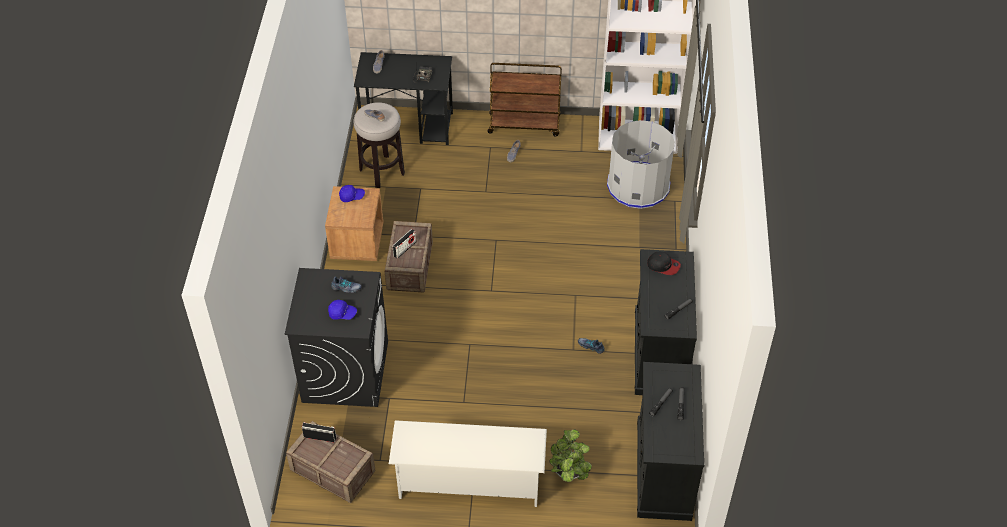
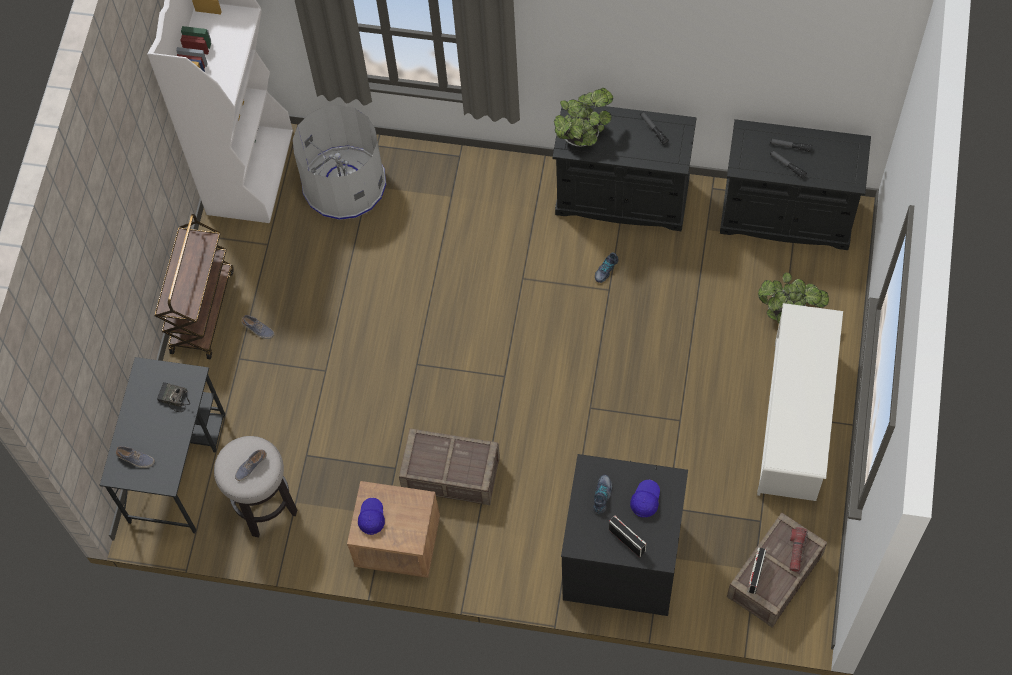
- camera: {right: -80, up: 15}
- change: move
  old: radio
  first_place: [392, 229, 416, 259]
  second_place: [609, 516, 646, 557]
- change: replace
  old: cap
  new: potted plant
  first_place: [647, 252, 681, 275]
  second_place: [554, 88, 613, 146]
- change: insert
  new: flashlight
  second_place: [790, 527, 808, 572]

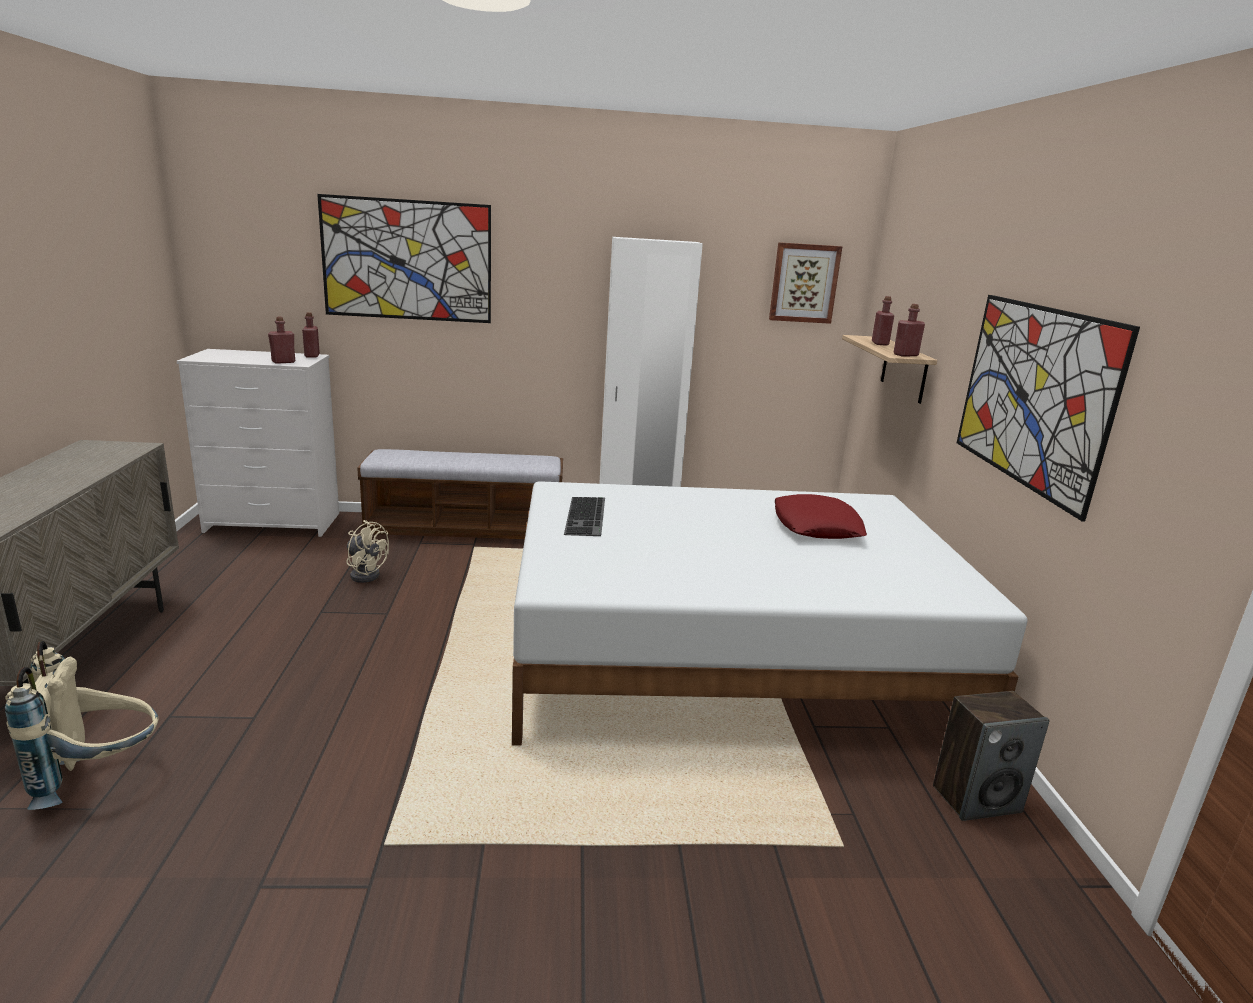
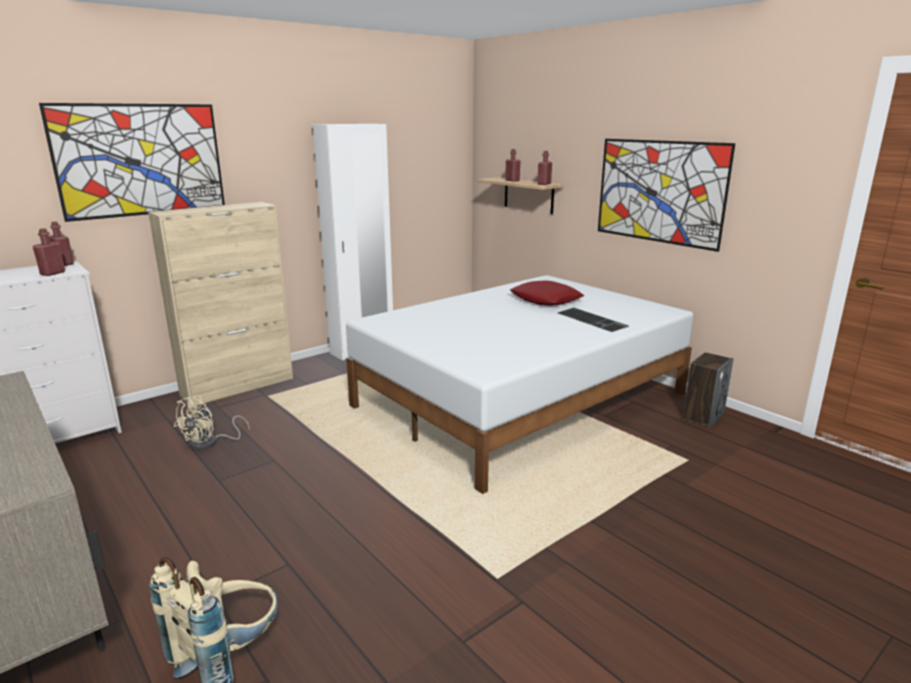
- camera: {right: -35, up: 0}
- change: rotate
  old: beige fan
  first_place: [346, 520, 389, 583]
  second_place: [174, 395, 250, 450]
  degrees: 120
- change: replace
  old: bench
  new: beige cabinet
  first_place: [357, 449, 563, 539]
  second_place: [148, 202, 293, 405]
- change: move
  old: keyboard
  first_place: [564, 497, 605, 536]
  second_place: [558, 308, 629, 332]
- change: delete
  old: picture
  first_place: [769, 242, 842, 324]

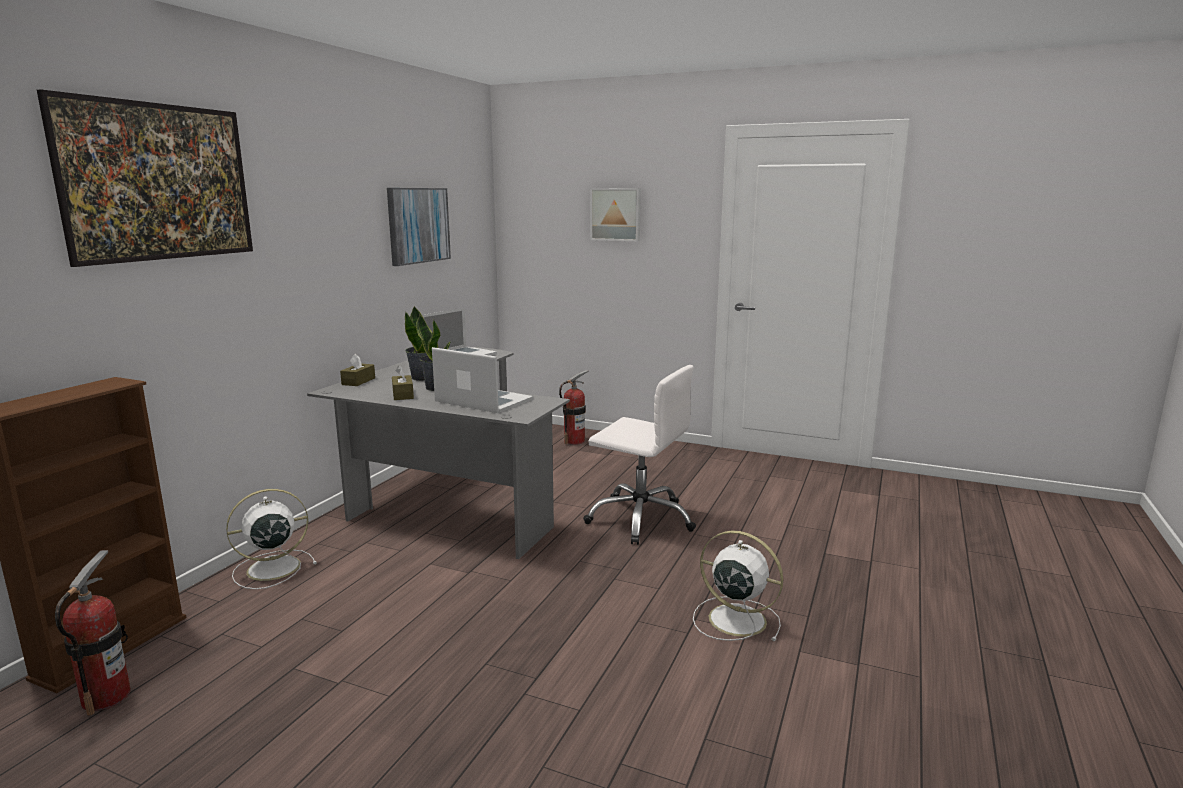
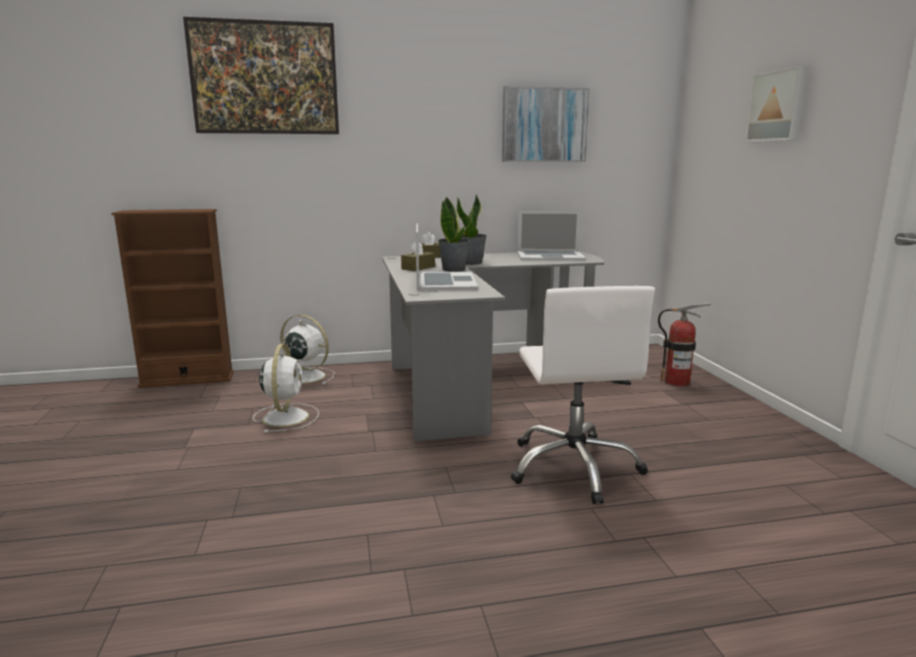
- camera: {right: 55, up: 0}
- change: delete
  old: fire extinguisher
  first_place: [55, 550, 131, 716]
- change: move
  old: white fan
  first_place: [693, 530, 783, 641]
  second_place: [253, 344, 319, 433]

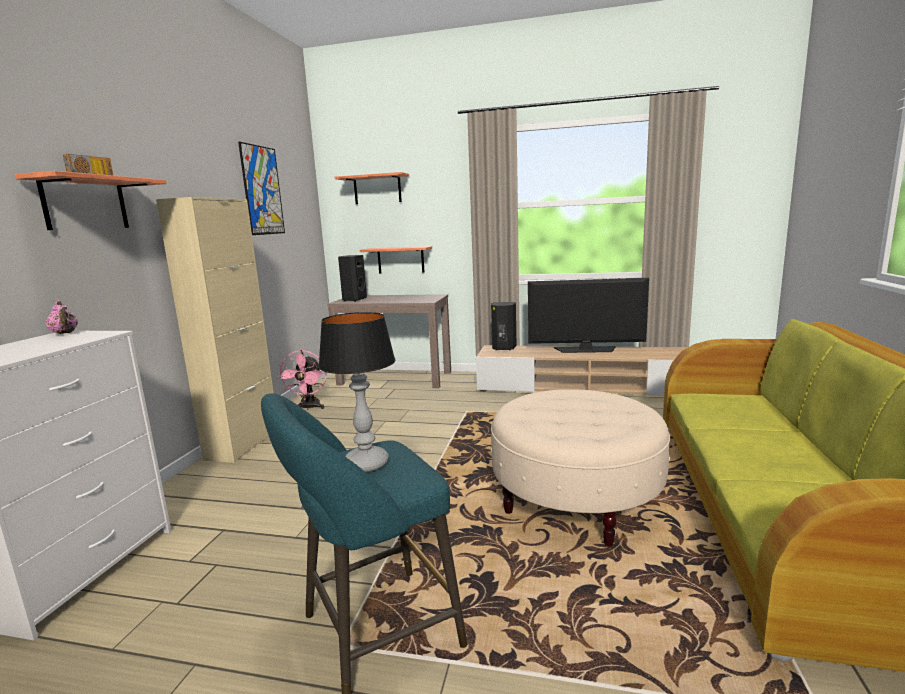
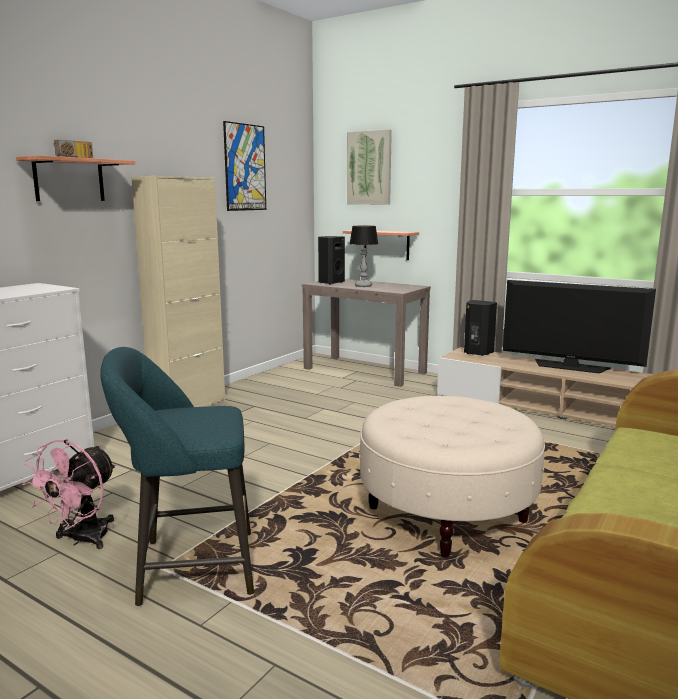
- camera: {right: 20, up: 0}
- change: delete
  old: pink teapot
  first_place: [45, 301, 78, 334]
- change: move
  old: pink fan
  first_place: [278, 350, 327, 410]
  second_place: [22, 440, 116, 549]
- change: move
  old: table lamp
  first_place: [318, 312, 395, 472]
  second_place: [349, 226, 378, 287]
- change: replace
  old: shelf
  new: picture
  first_place: [335, 172, 409, 204]
  second_place: [347, 129, 392, 205]

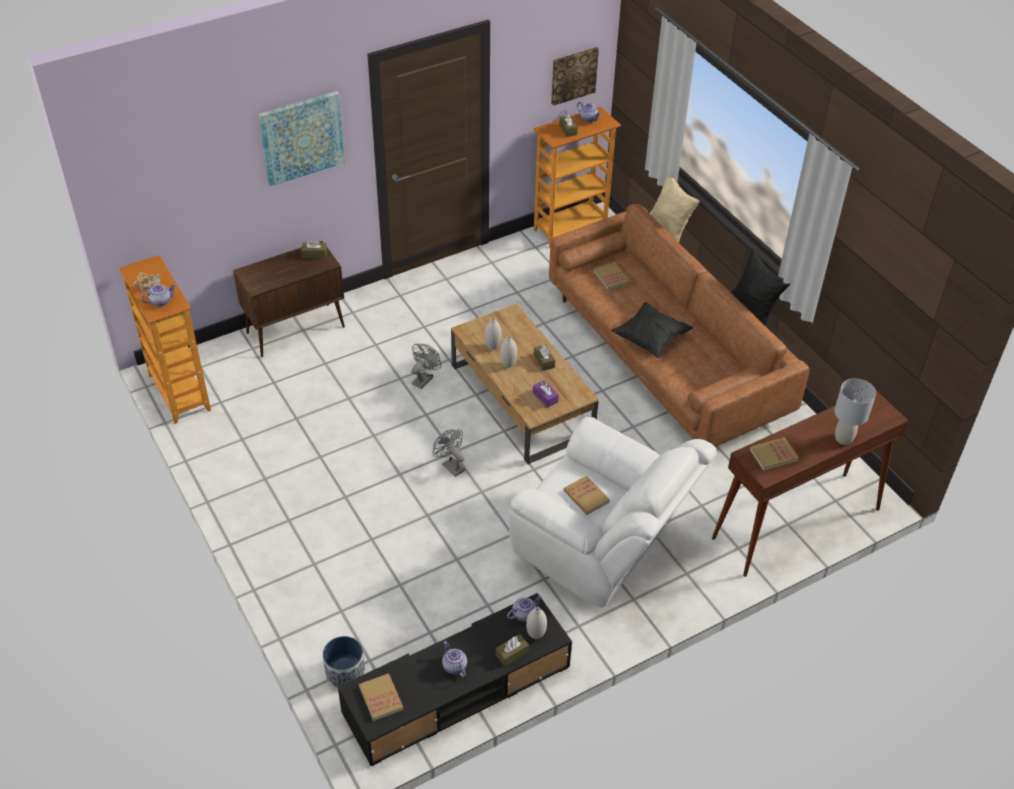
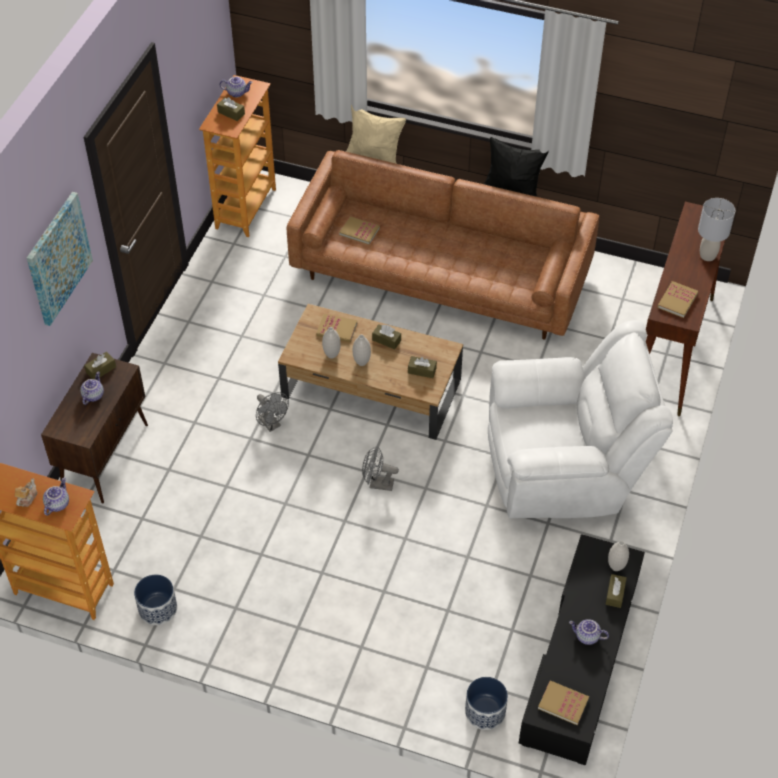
- camera: {right: -40, up: 5}
- change: rotate
  old: grey fan
  first_place: [411, 344, 441, 389]
  second_place: [256, 392, 289, 432]
  degrees: 150
- change: move
  old: teapot
  first_place: [507, 596, 542, 622]
  second_place: [80, 371, 104, 405]
- change: recolor
  old: purple tissue box
  new: brown tissue box
  first_place: [533, 380, 559, 408]
  second_place: [408, 356, 437, 378]
- change: delete
  old: picture
  first_place: [551, 47, 599, 106]
- change: move
  old: book
  first_place: [564, 476, 610, 515]
  second_place: [316, 314, 357, 343]
- change: delete
  old: black pillow
  first_place: [611, 302, 694, 358]
- change: insert
  new: planter
  second_place: [134, 574, 177, 625]

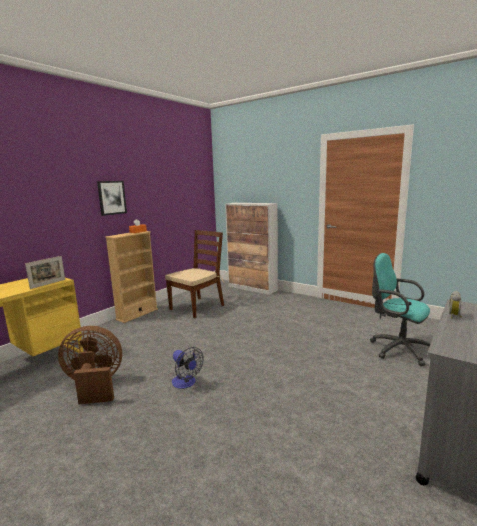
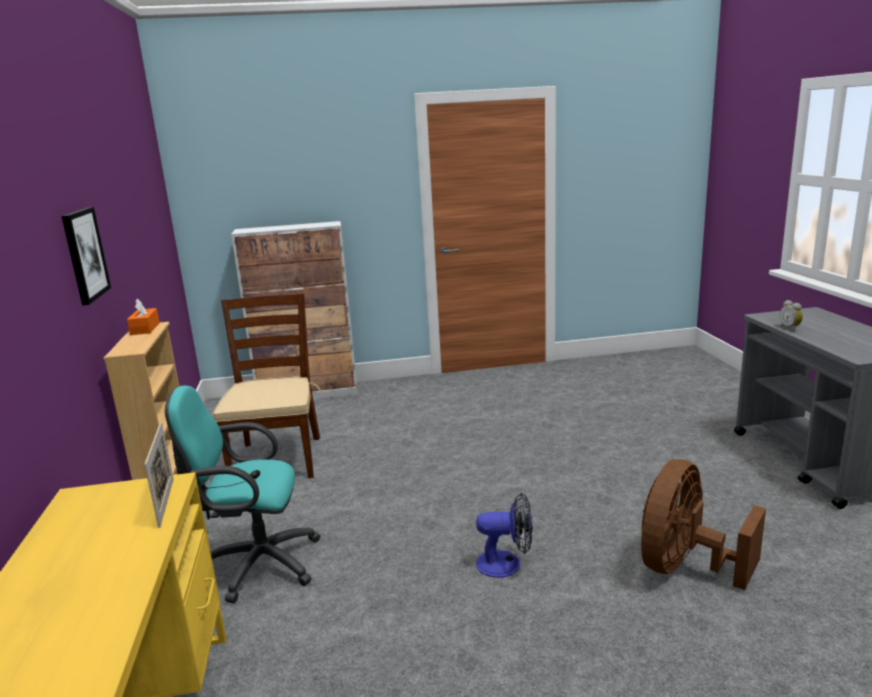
- camera: {right: -45, up: 5}
- change: move
  old: brown fan
  first_place: [58, 326, 122, 404]
  second_place: [641, 459, 766, 590]
- change: move
  old: turquoise office chair
  first_place: [370, 253, 431, 366]
  second_place: [165, 386, 321, 603]

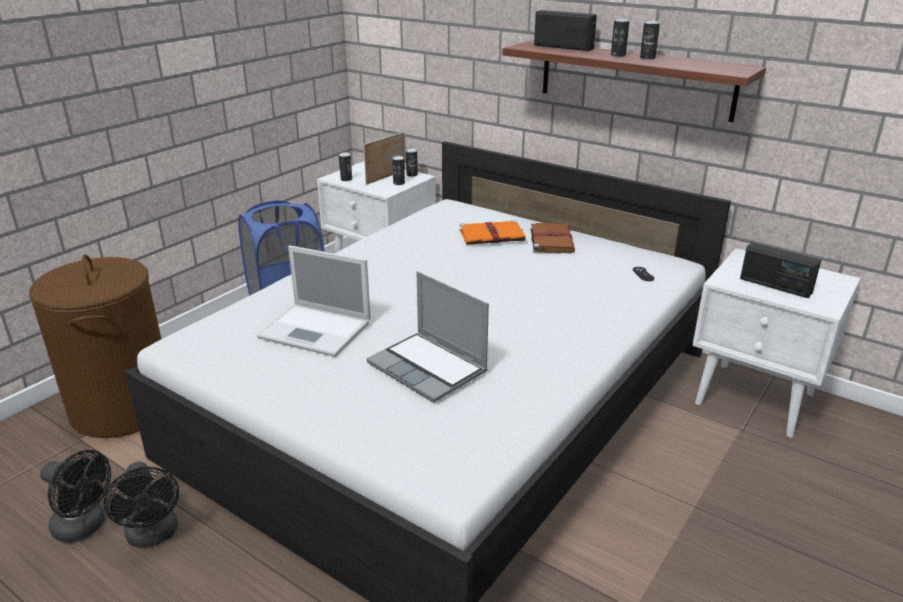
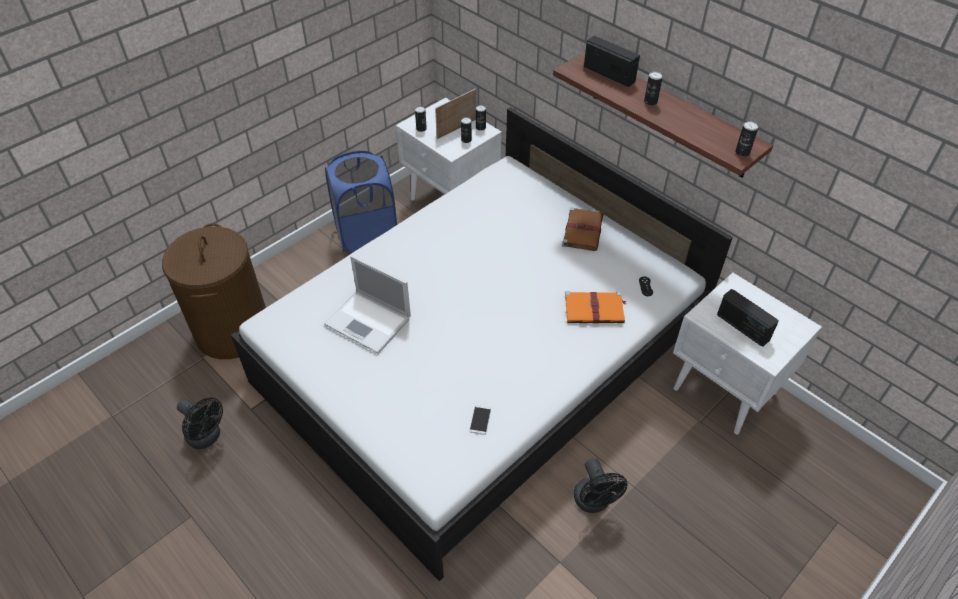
- camera: {right: 10, up: 20}
- change: move
  old: black fan
  first_place: [103, 462, 179, 548]
  second_place: [574, 458, 628, 513]
- change: delete
  old: laptop
  first_place: [367, 272, 489, 403]
- change: move
  old: orange book
  first_place: [460, 220, 526, 245]
  second_place: [565, 291, 626, 323]
- change: move
  old: can
  first_place: [640, 21, 660, 60]
  second_place: [735, 121, 759, 157]
- change: insert
  new: phone
  second_place: [470, 405, 491, 435]

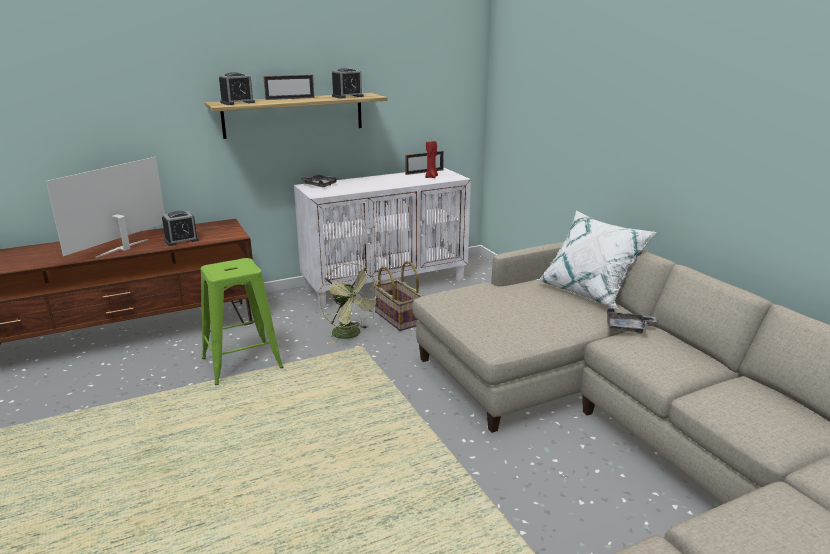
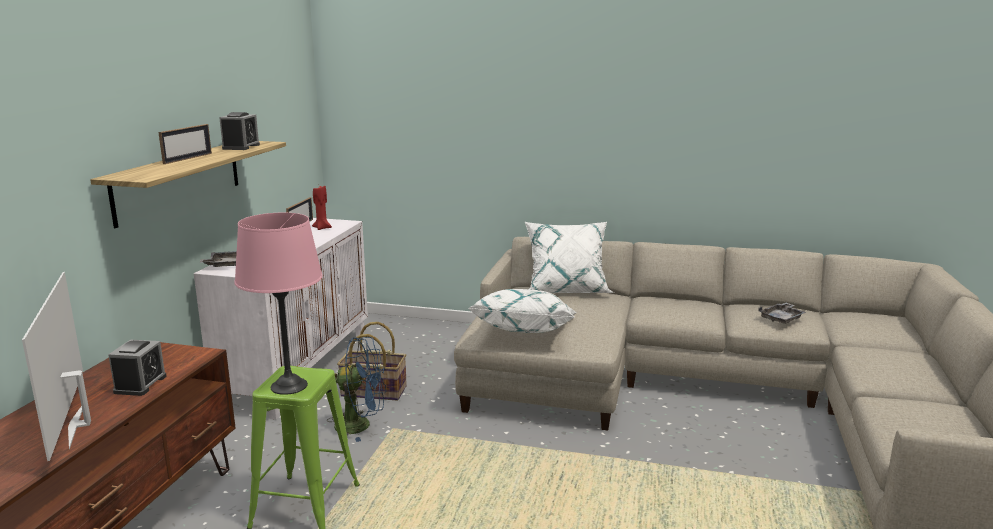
- camera: {right: -50, up: -5}
- change: delete
  old: alarm clock
  first_place: [219, 72, 255, 105]
- change: recolor
  old: green fan
  new: blue fan
  first_place: [320, 263, 382, 344]
  second_place: [327, 337, 386, 442]
- change: move
  old: grey tray
  first_place: [607, 308, 657, 334]
  second_place: [758, 302, 806, 324]
- change: insert
  new: pink table lamp
  second_place: [235, 213, 323, 395]
- change: insert
  new: white pillow
  second_place: [469, 289, 577, 333]

